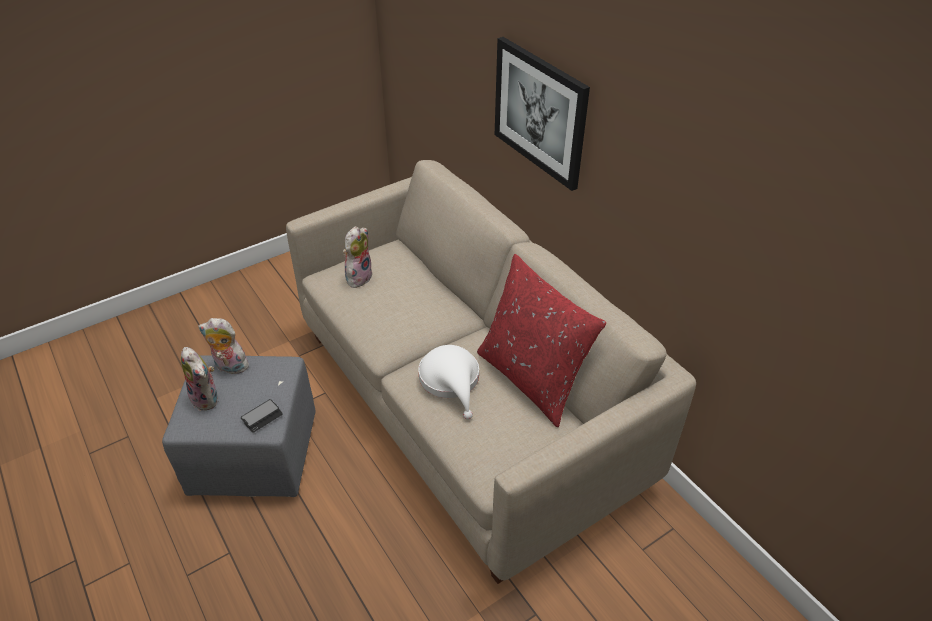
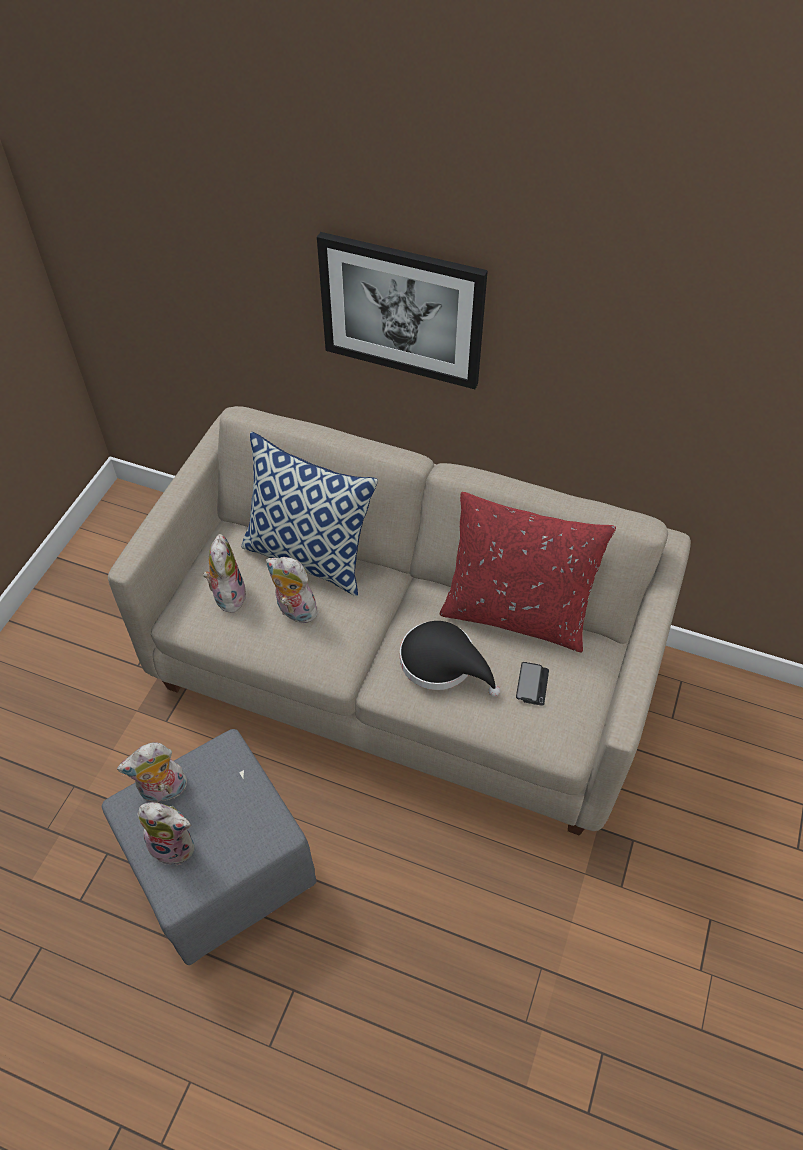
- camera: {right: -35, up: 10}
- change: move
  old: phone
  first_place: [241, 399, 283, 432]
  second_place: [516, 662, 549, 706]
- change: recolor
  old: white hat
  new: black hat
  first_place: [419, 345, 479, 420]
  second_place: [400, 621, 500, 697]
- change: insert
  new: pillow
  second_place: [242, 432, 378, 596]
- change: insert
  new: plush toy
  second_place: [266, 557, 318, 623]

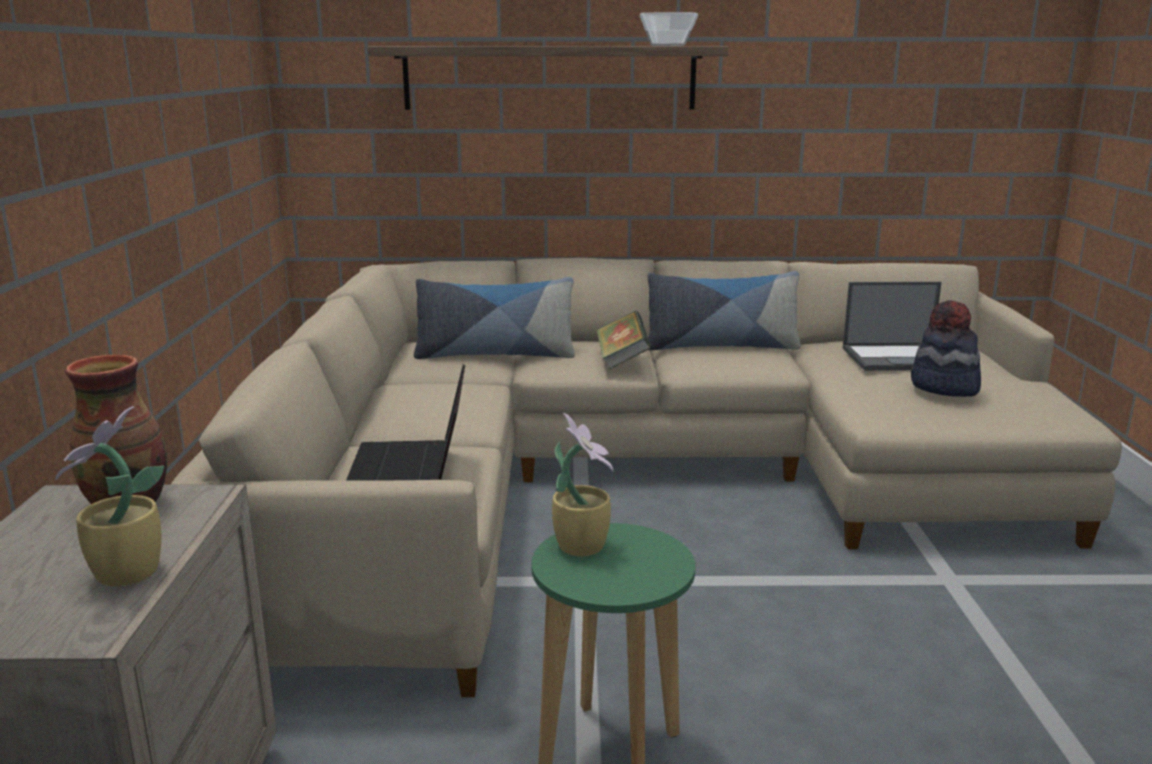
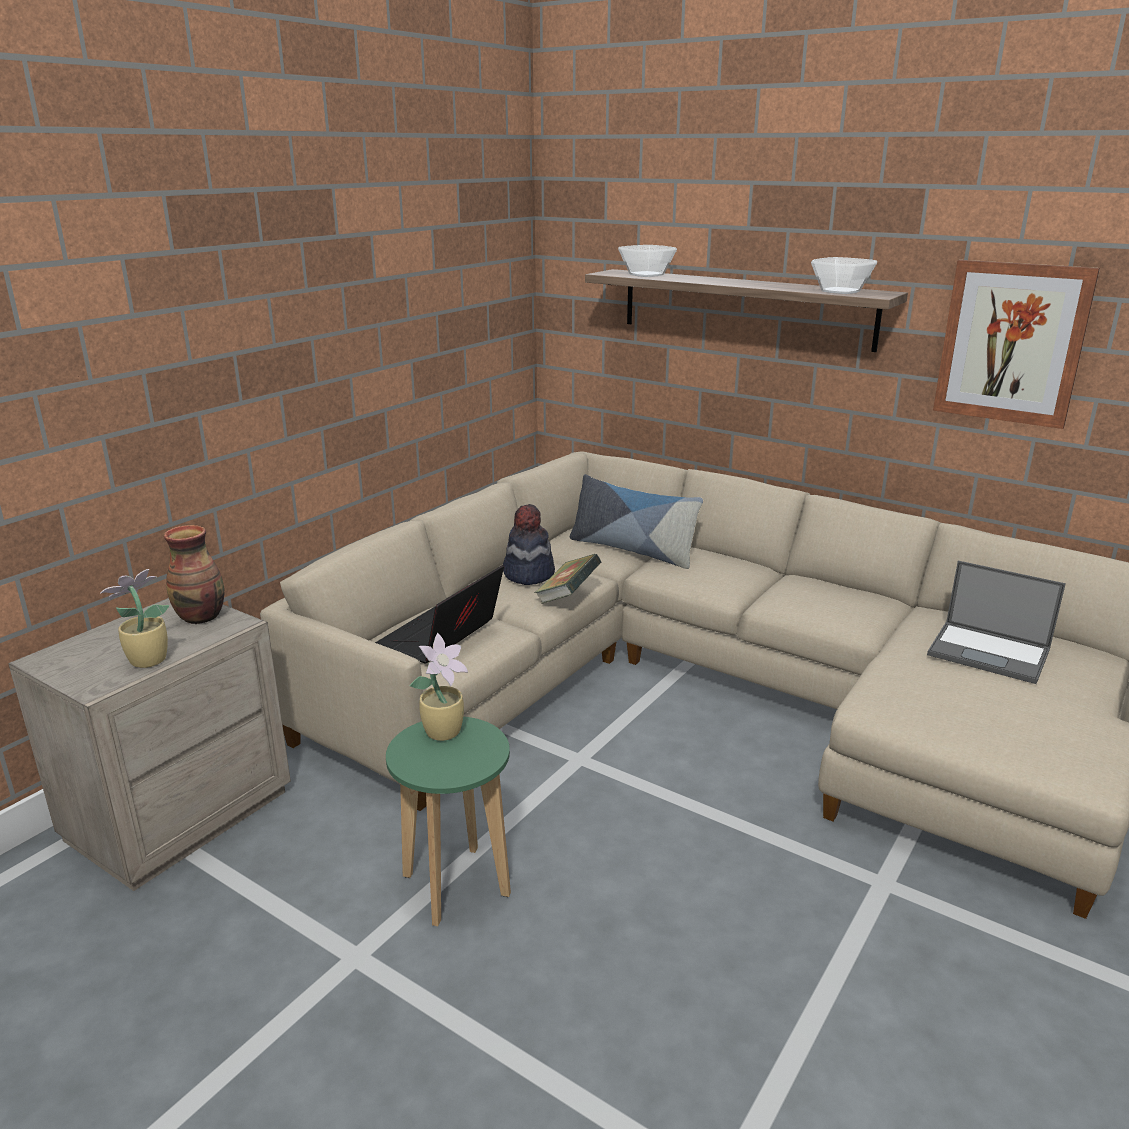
- camera: {right: 35, up: 5}
- change: move
  old: book
  first_place: [596, 311, 651, 369]
  second_place: [535, 554, 602, 604]
- change: delete
  old: pillow
  first_place: [647, 271, 801, 350]
- change: move
  old: hat
  first_place: [911, 300, 981, 397]
  second_place: [503, 504, 555, 585]
- change: insert
  new: bowl
  second_place: [618, 245, 677, 277]
- change: insert
  new: picture
  second_place: [933, 260, 1100, 429]

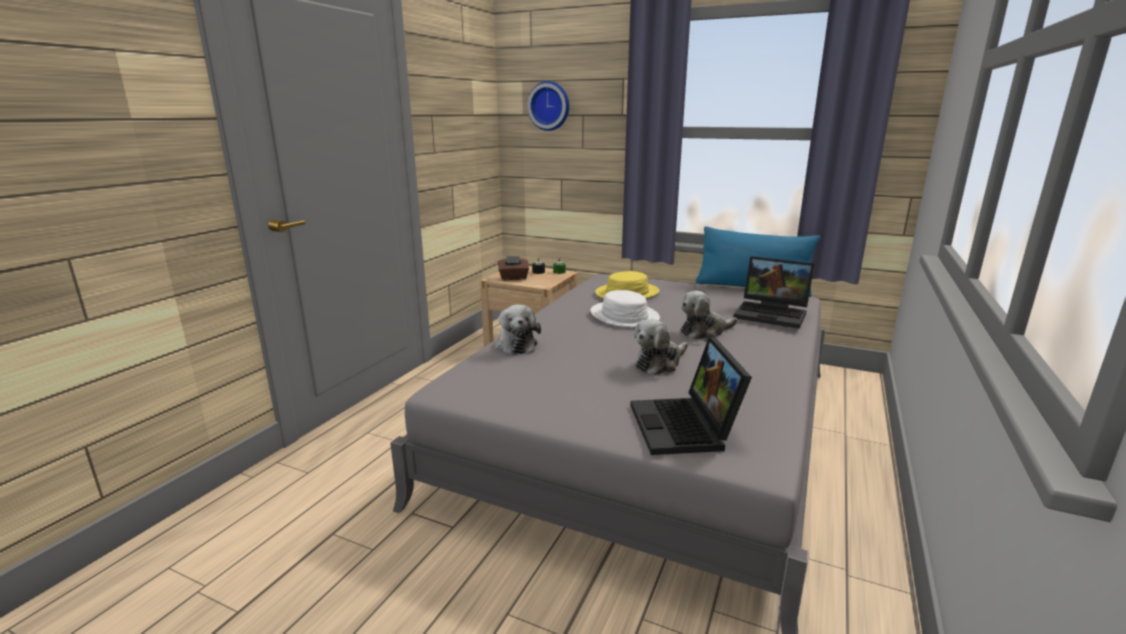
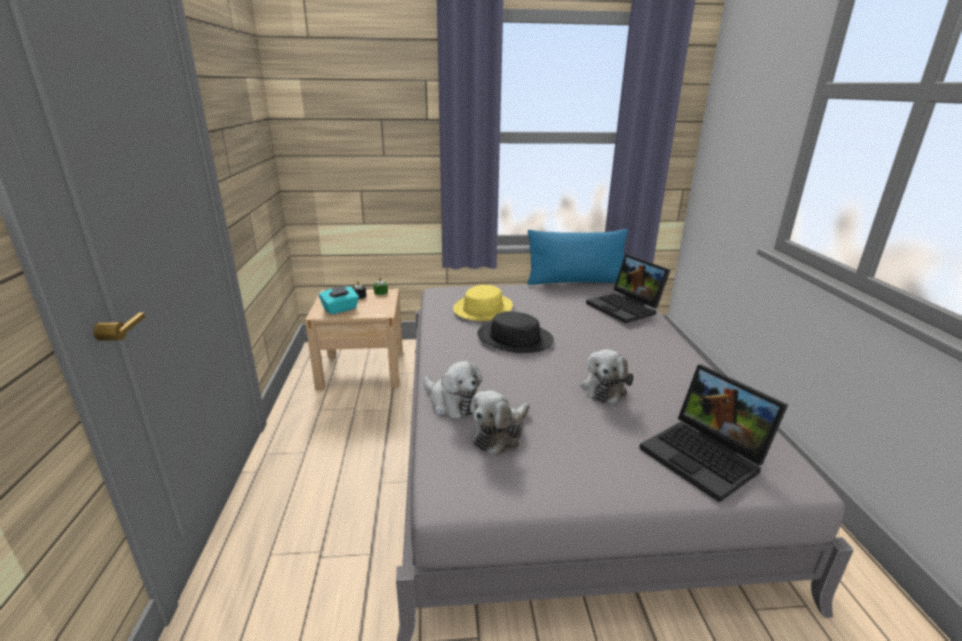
- camera: {right: -30, up: 5}
- change: recolor
  old: brown tissue box
  new: turquoise tissue box
  first_place: [498, 256, 529, 280]
  second_place: [319, 285, 359, 315]
- change: delete
  old: wall clock
  first_place: [527, 81, 569, 131]
- change: recolor
  old: white hat
  new: black hat
  first_place: [590, 290, 660, 327]
  second_place: [477, 311, 554, 353]
- change: move
  old: plush toy
  first_place: [681, 291, 737, 339]
  second_place: [470, 391, 529, 456]
- change: rotate
  old: laptop
  first_place: [734, 256, 815, 329]
  second_place: [586, 254, 670, 323]
  degrees: 60

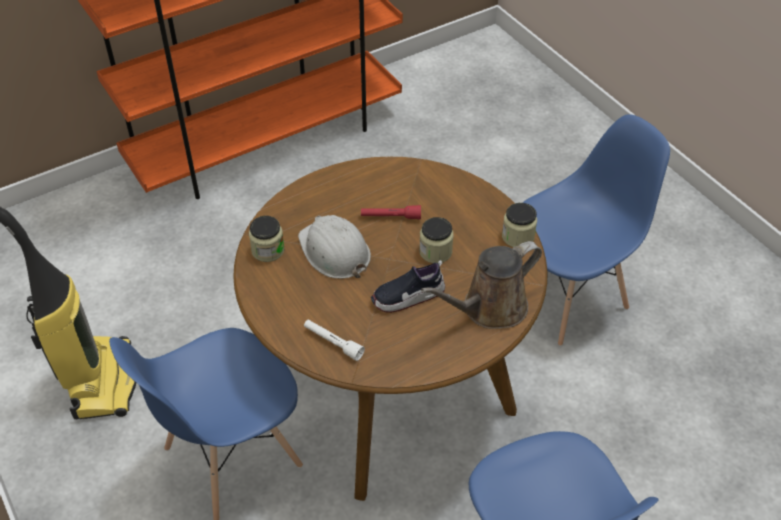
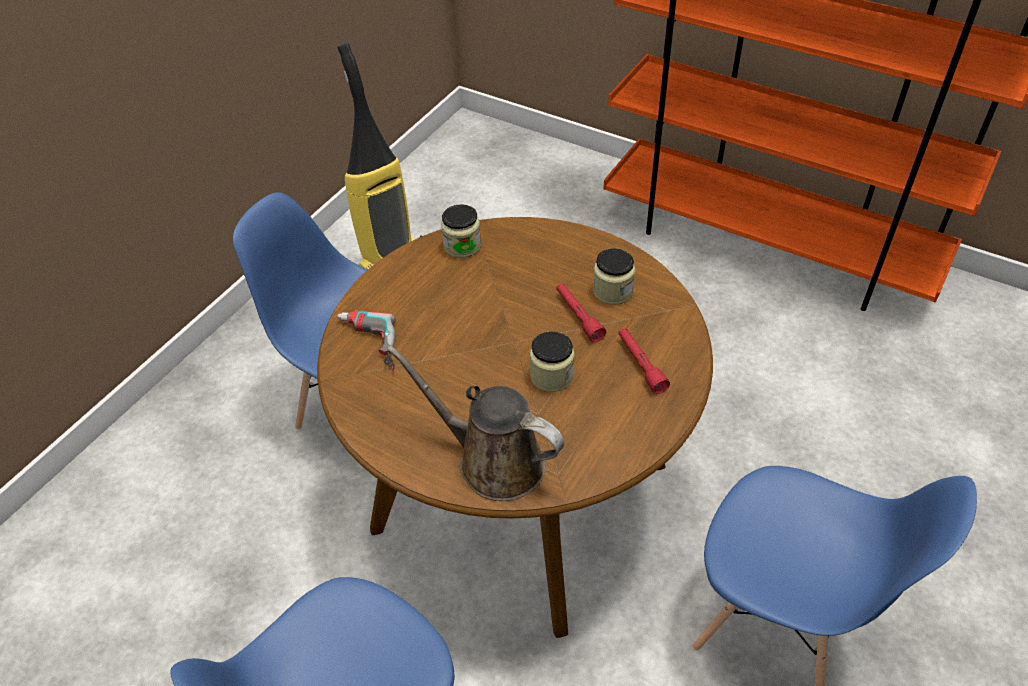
- camera: {right: 65, up: 0}
- change: delete
  old: white hard hat
  first_place: [298, 215, 371, 279]
- change: replace
  old: white flashlight
  new: power drill
  first_place: [304, 319, 365, 361]
  second_place: [337, 310, 396, 371]
- change: delete
  old: shoe
  first_place: [371, 260, 445, 313]
- change: move
  old: jar
  first_place: [502, 203, 537, 247]
  second_place: [593, 248, 635, 305]
- change: insert
  new: red flashlight
  second_place: [618, 328, 670, 394]

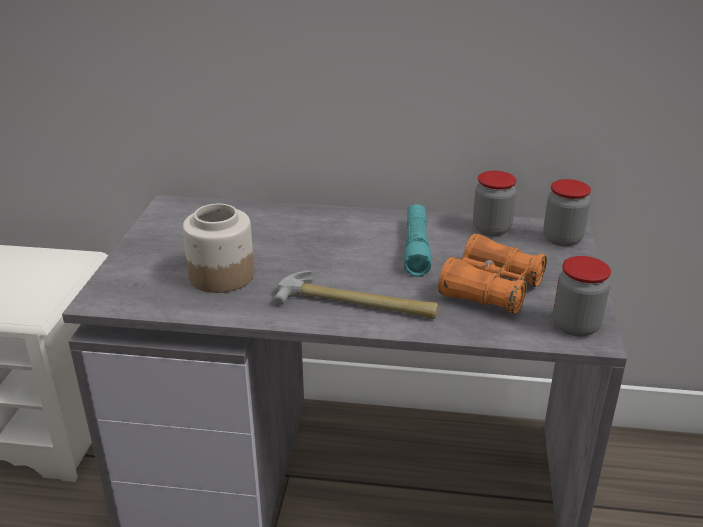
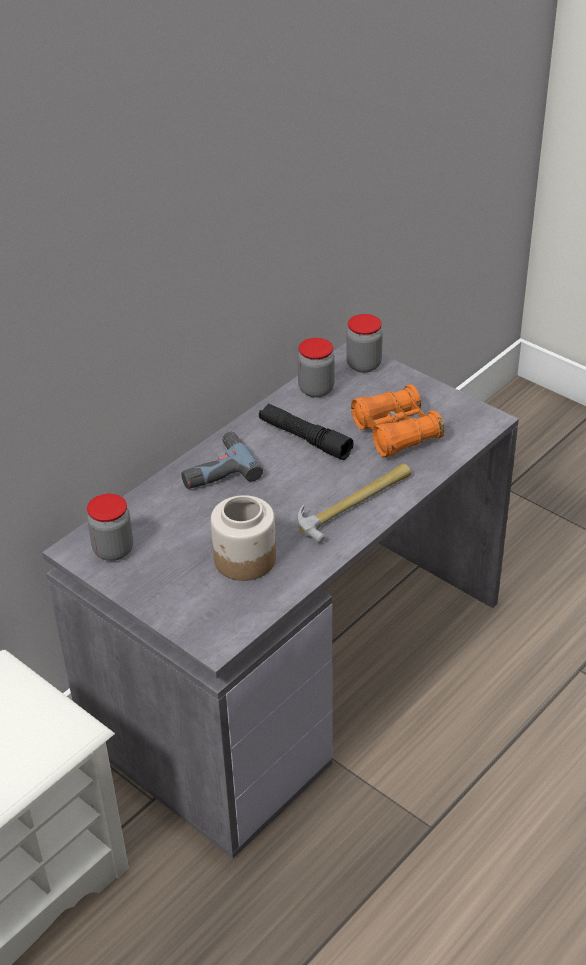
- camera: {right: -55, up: 10}
- change: recolor
  old: turquoise flashlight
  new: black flashlight
  first_place: [404, 204, 431, 277]
  second_place: [259, 404, 354, 460]
- change: move
  old: jar
  first_place: [553, 256, 611, 337]
  second_place: [87, 494, 133, 561]
- change: insert
  new: power drill
  second_place: [181, 432, 263, 489]

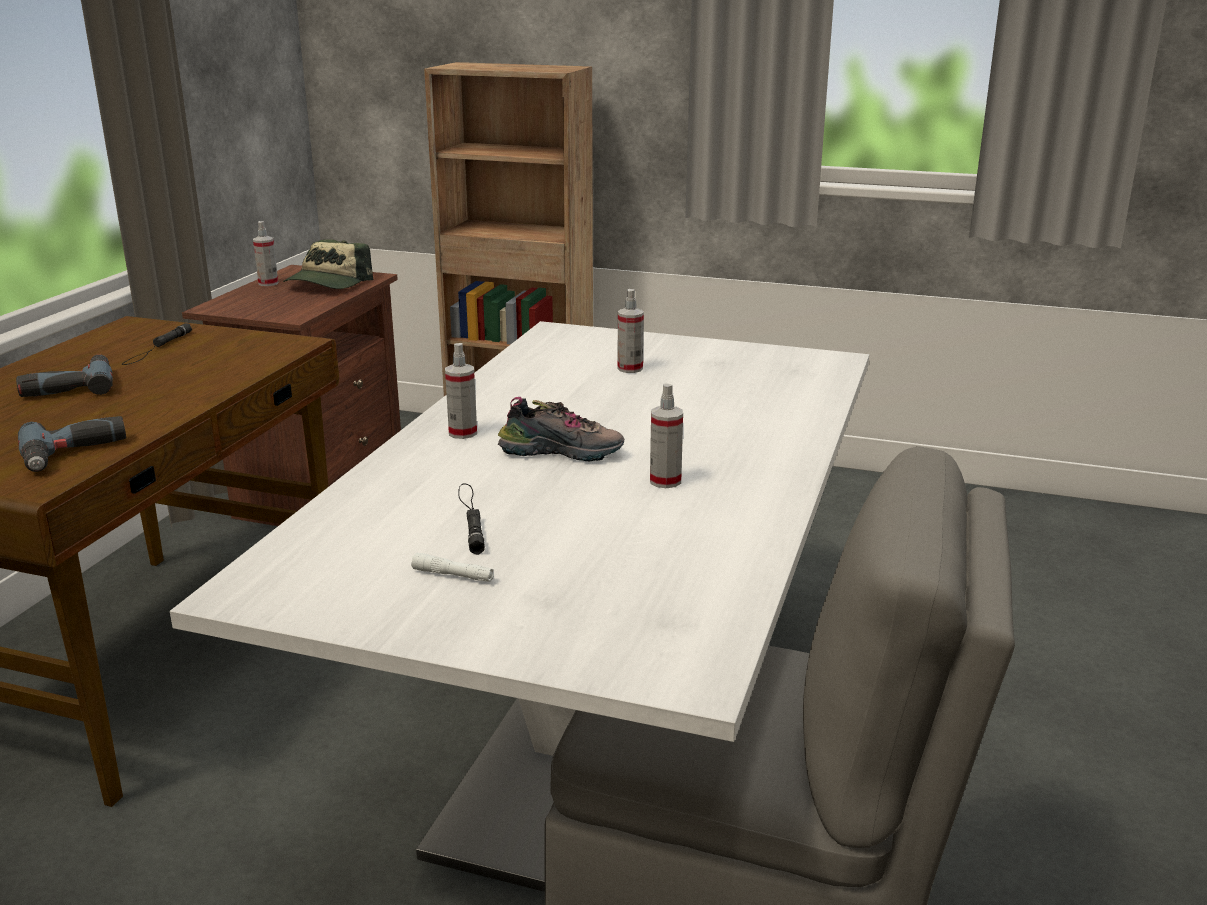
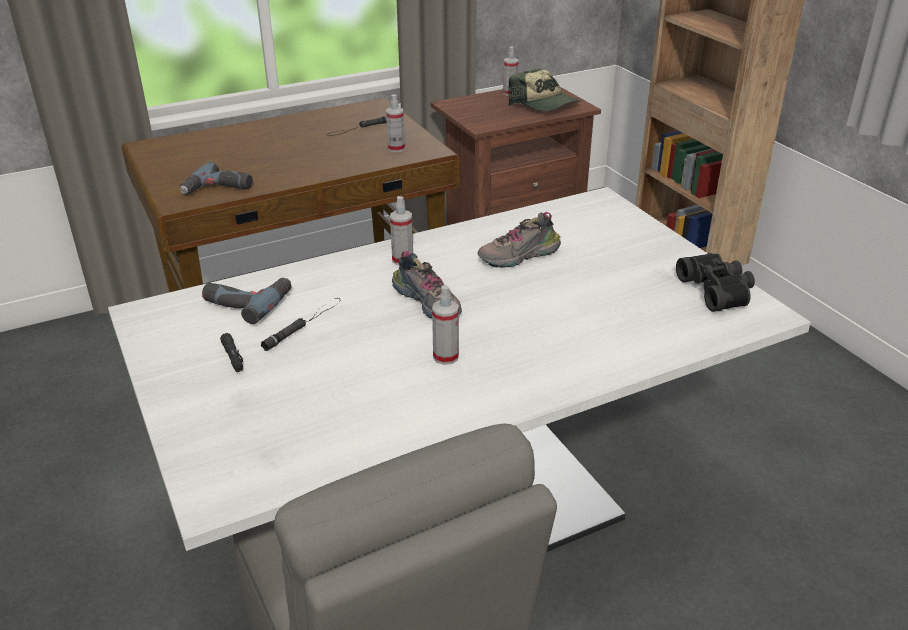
- camera: {right: 45, up: 10}
- change: move
  old: power drill
  first_place: [16, 354, 113, 397]
  second_place: [202, 278, 291, 324]
- change: rotate
  old: cap
  first_place: [283, 239, 373, 289]
  second_place: [509, 68, 581, 111]
  degrees: -105
- change: recolor
  old: white flashlight
  new: black flashlight
  first_place: [411, 553, 494, 582]
  second_place: [220, 333, 243, 372]
- change: move
  old: spray bottle
  first_place: [617, 289, 644, 373]
  second_place: [386, 94, 405, 152]
- change: insert
  new: shoe
  second_place: [478, 212, 561, 268]
- change: insert
  new: black binoculars
  second_place: [676, 253, 755, 312]

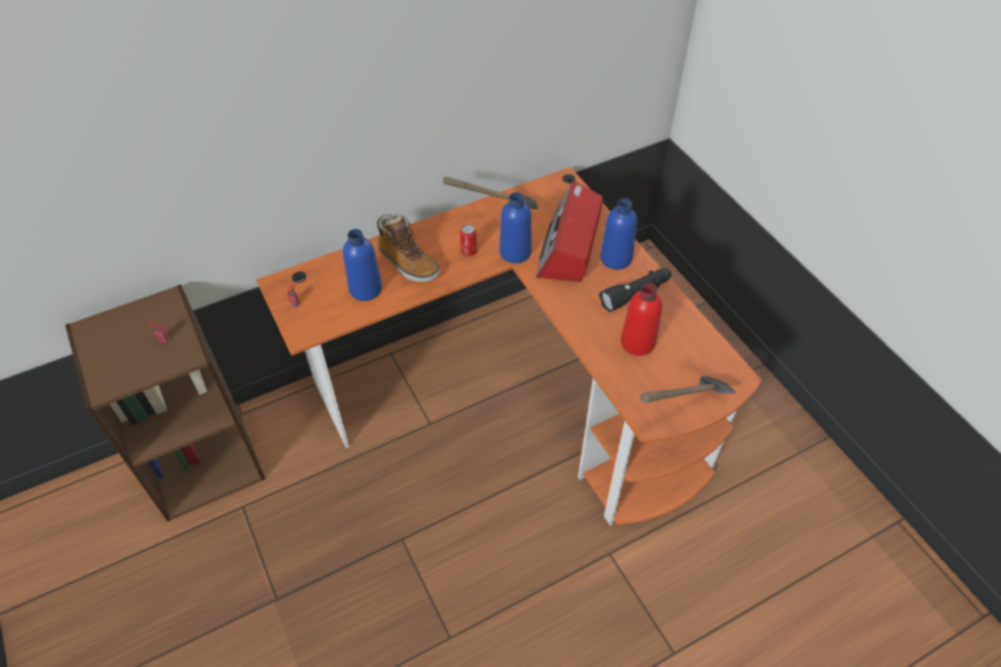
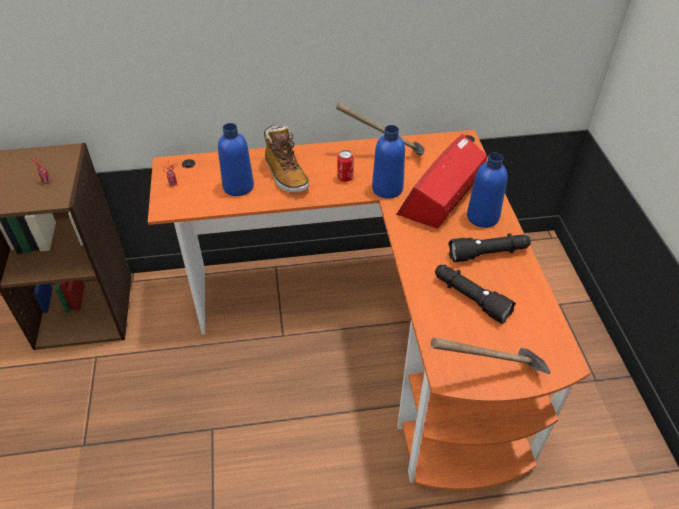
- camera: {right: 20, up: -5}
- change: replace
  old: red bottle
  new: black flashlight
  first_place: [621, 283, 662, 356]
  second_place: [435, 265, 516, 324]

